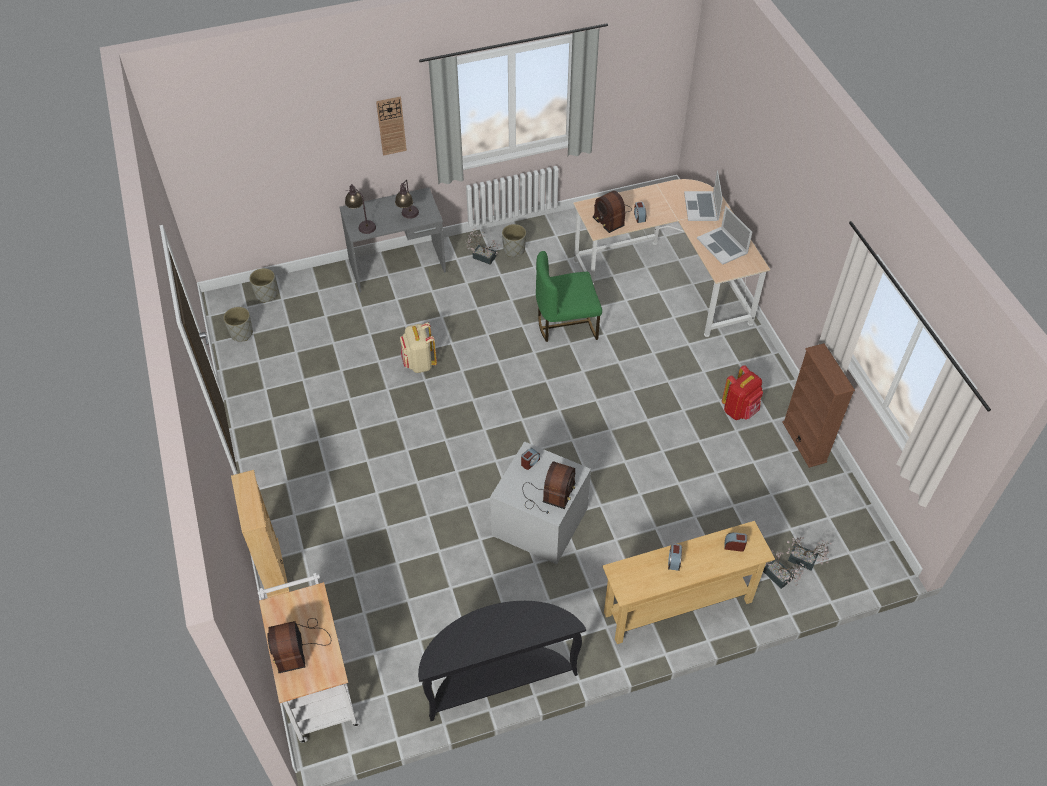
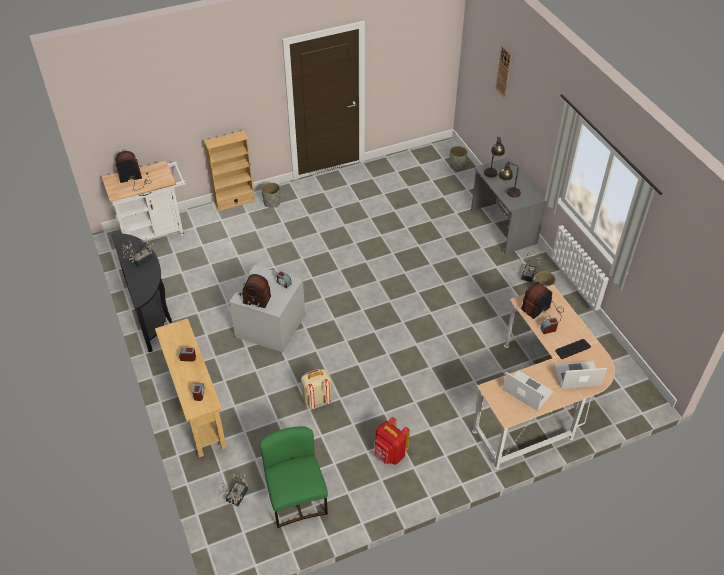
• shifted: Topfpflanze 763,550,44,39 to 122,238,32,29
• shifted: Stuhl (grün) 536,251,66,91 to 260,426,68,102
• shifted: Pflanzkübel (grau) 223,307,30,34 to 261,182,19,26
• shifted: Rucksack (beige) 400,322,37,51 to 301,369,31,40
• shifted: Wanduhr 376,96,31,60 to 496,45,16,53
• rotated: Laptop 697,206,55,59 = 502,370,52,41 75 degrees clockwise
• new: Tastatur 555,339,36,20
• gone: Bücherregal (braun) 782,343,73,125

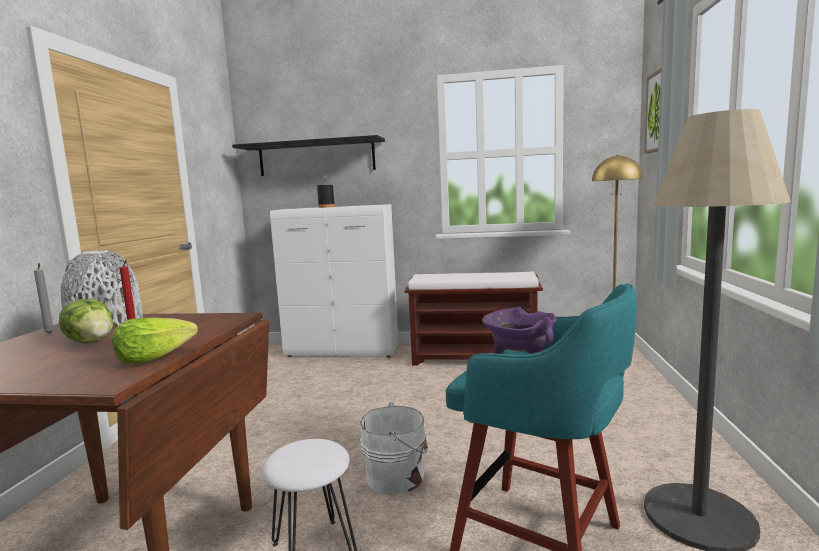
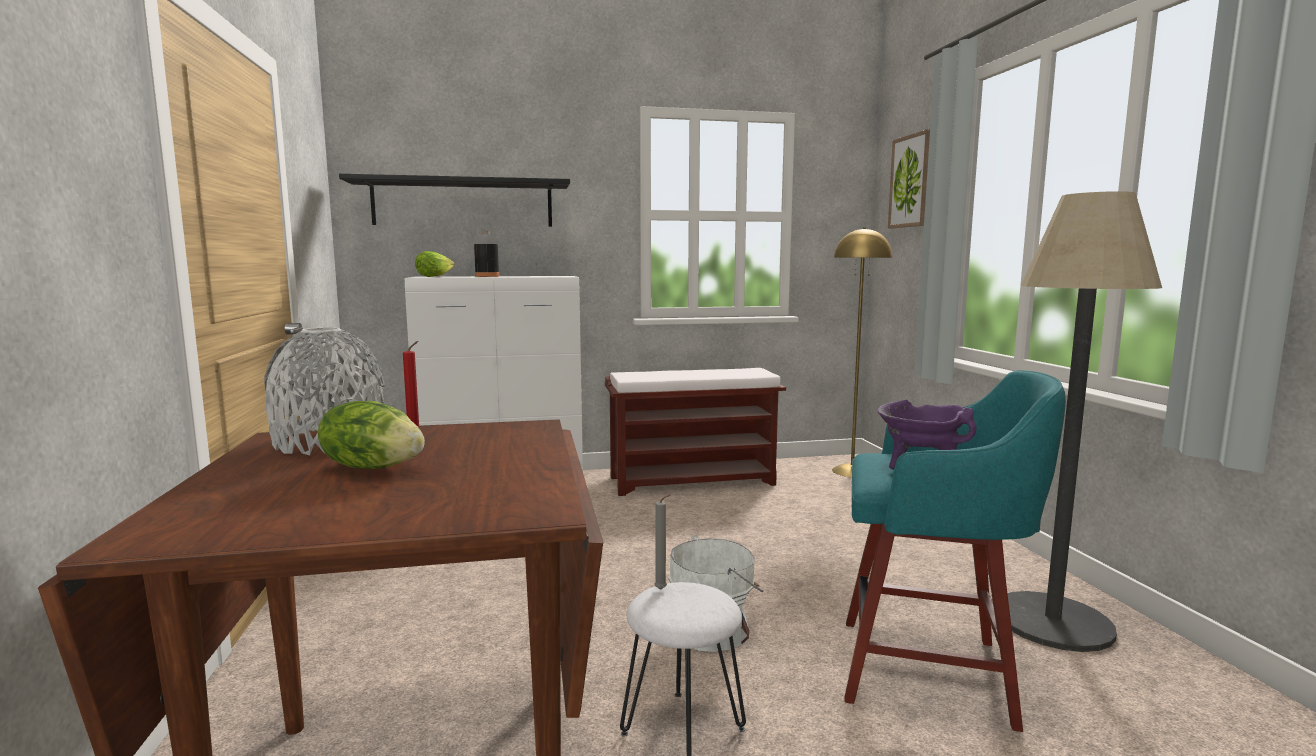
• shifted: Salatkopf 112,317,86,47 to 415,251,40,26
• shifted: Kerze (grau) 34,263,21,71 to 654,495,17,95

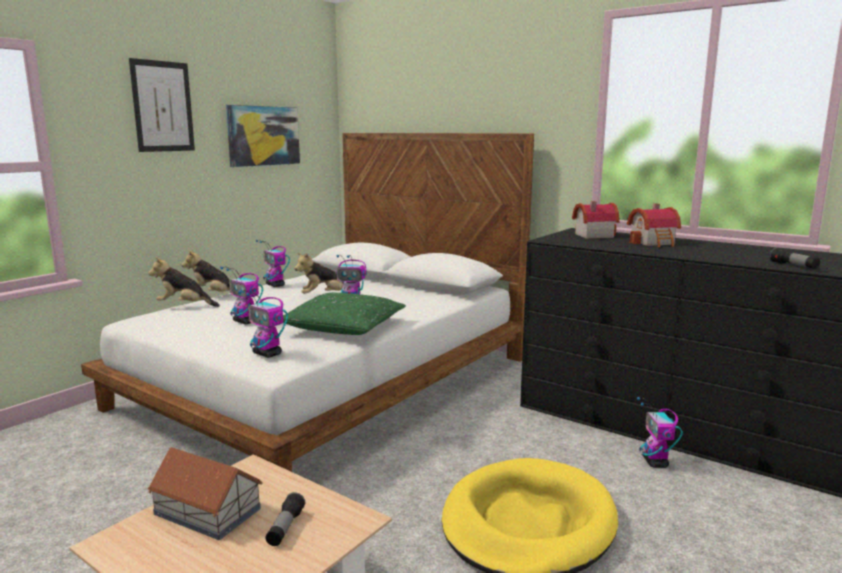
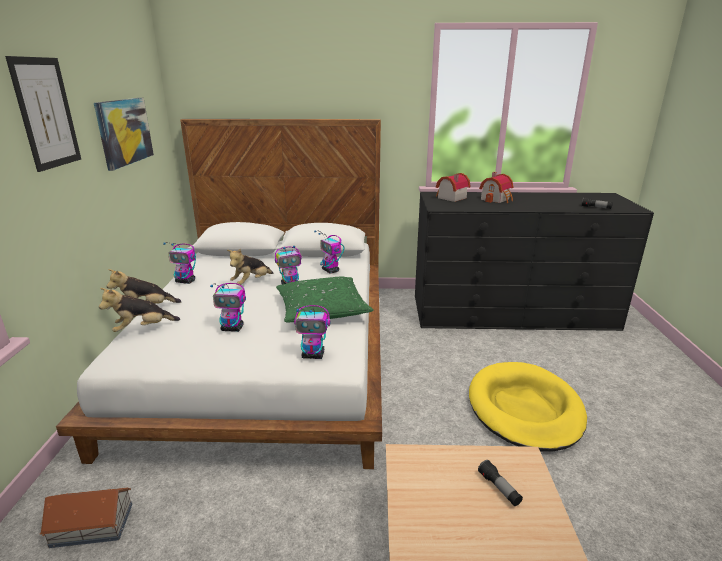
• shifted: Spielzeughaus 147,447,116,93 to 40,488,92,60
• shifted: Spielzeugroboter 637,397,46,71 to 314,231,30,43

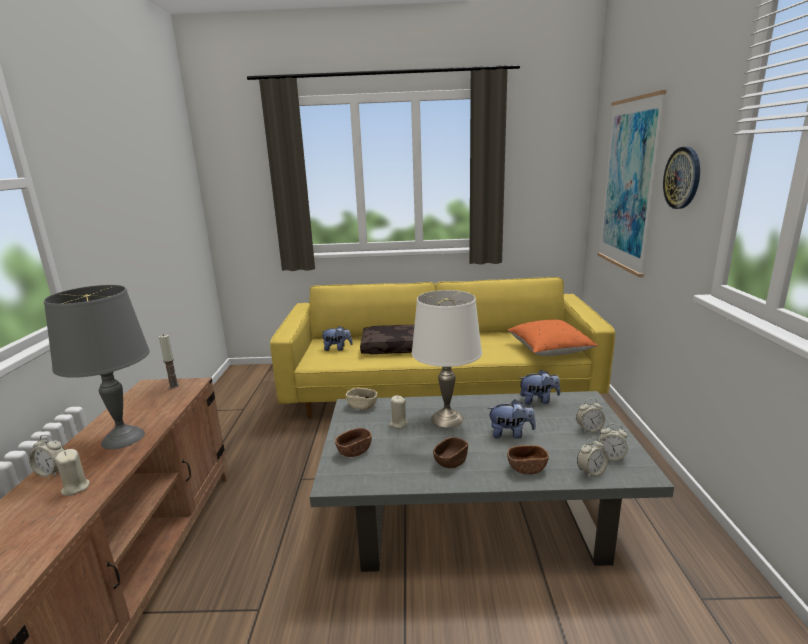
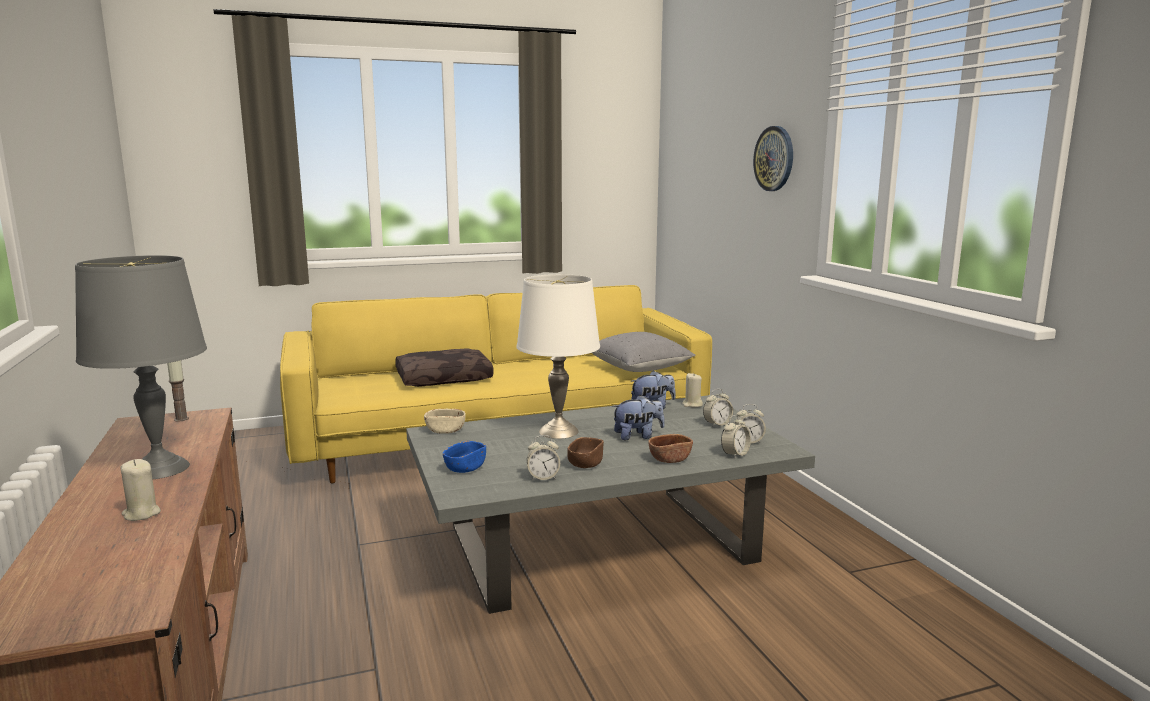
• repainted: Schüssel (braun) 335,428,37,29 to Schüssel (blau) 443,441,43,32
• shifted: Wecker 29,435,36,42 to 527,435,33,46
• repainted: Kissen (orange) 507,320,91,36 to Kissen (grau) 592,332,104,40
• shifted: Kerze (beige) 389,395,19,33 to 682,373,21,34
• gone: Plüschtier 320,326,33,25
• gone: Bild 598,90,68,187

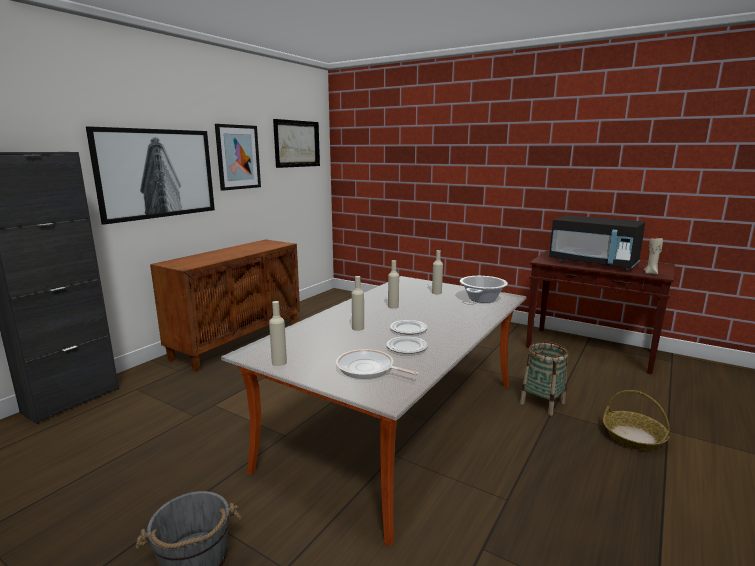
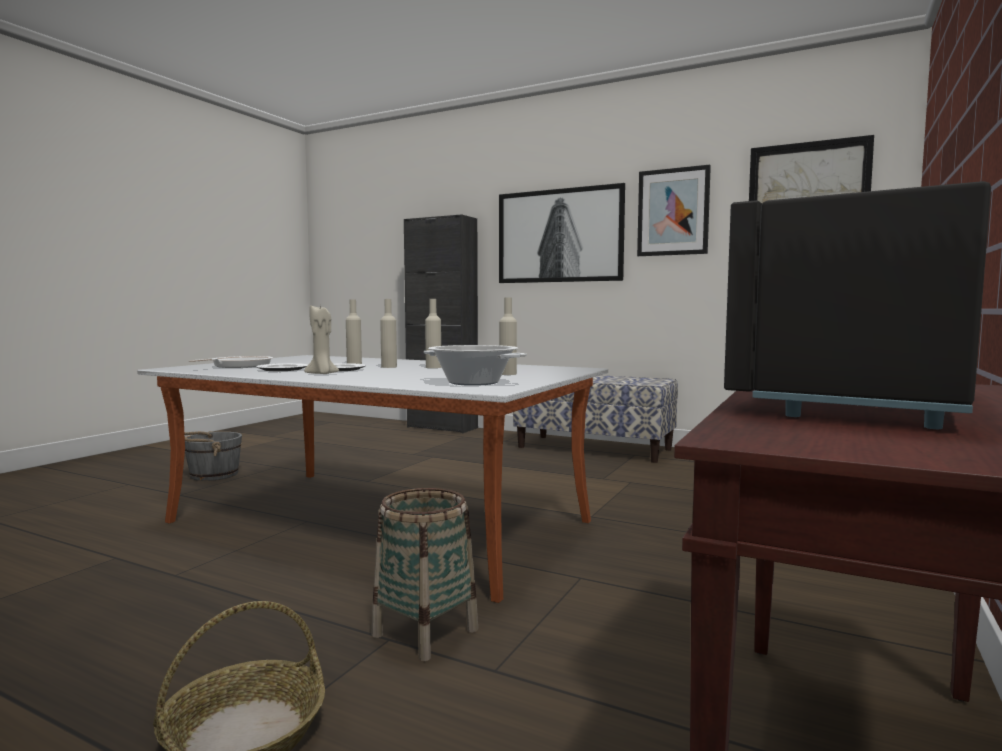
• shifted: Kerze (beige) 644,238,19,36 to 304,305,35,69
• shifted: Flasche (beige) 269,301,18,65 to 380,299,17,69
• swapped: Schrank (braun) 150,240,150,131 to Bank 513,375,165,88

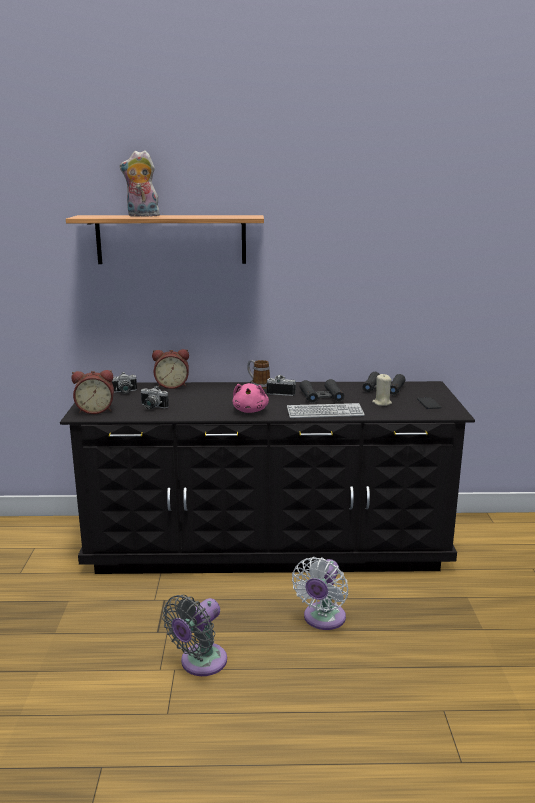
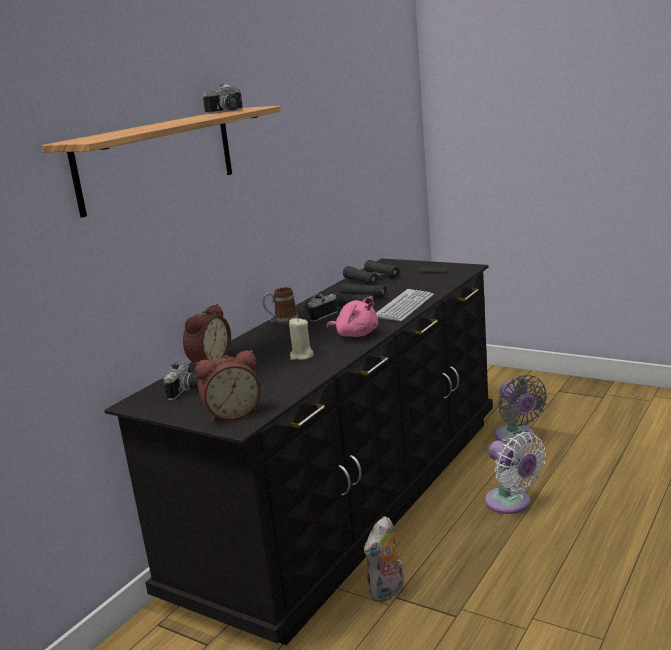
• rotated: Wecker 71,370,43,44 = 195,350,66,72 45 degrees clockwise
• shifted: Kamera 140,386,29,23 to 203,83,40,31
• shifted: Kerze (beige) 372,374,20,32 to 289,318,25,42
• shifted: Plüschtier 120,150,42,67 to 364,516,40,86
• shifted: Ventilator (grau) 162,595,65,81 to 495,375,52,70

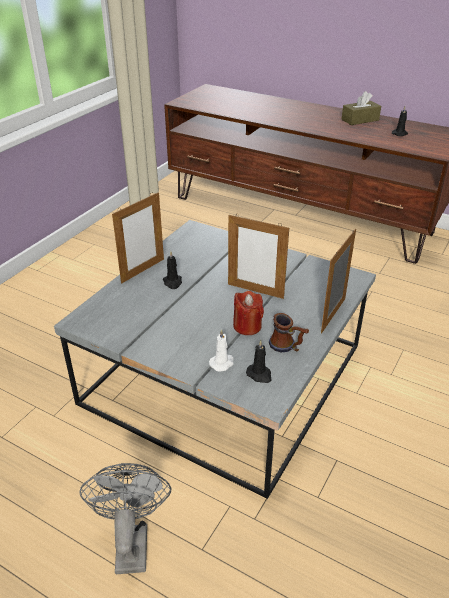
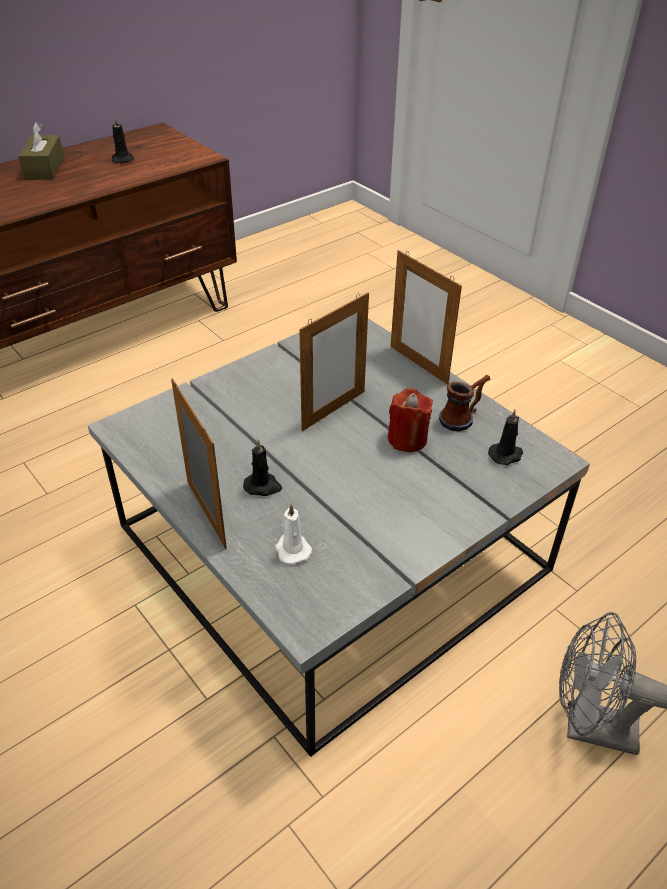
• shifted: Kerze (weiß) 209,329,25,43 to 275,503,37,61

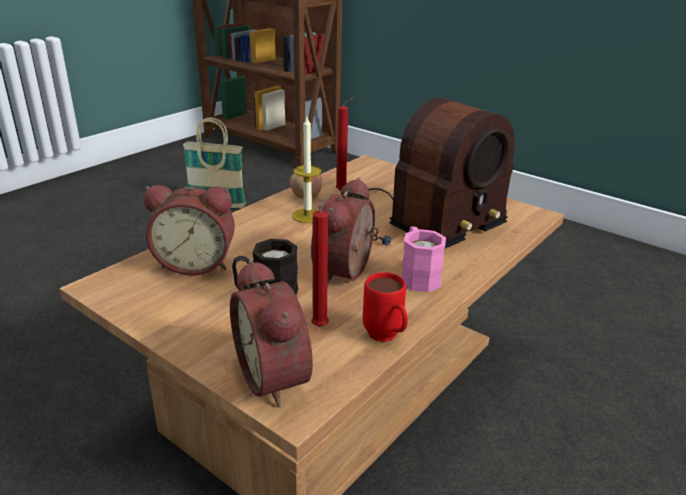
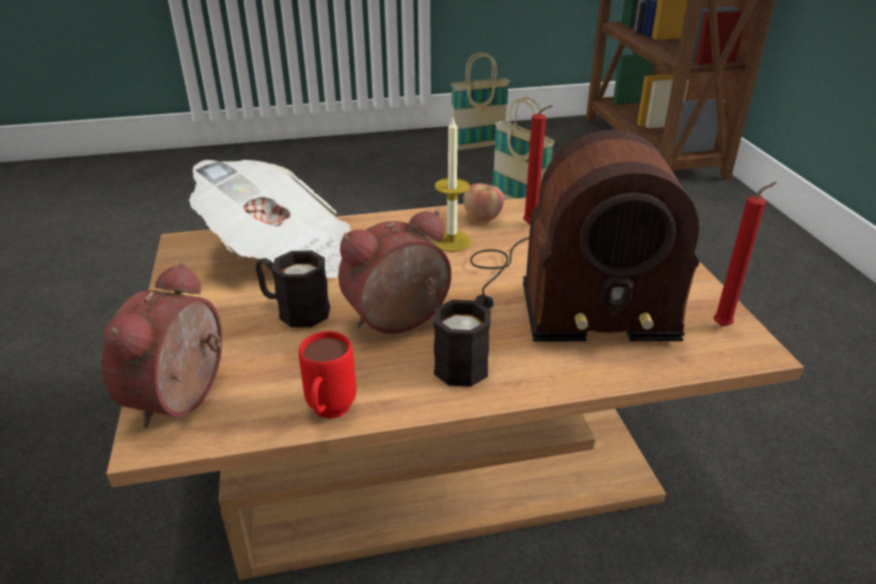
• swapped: Wecker 144,185,91,90 to Zeitung 189,160,162,118
• repainted: Henkelbecher (rosa) 402,226,44,66 to Henkelbecher (schwarz) 433,295,58,92
• new: Korb 451,52,59,98
• shifted: Kerze (rot) 311,194,19,133 to 713,182,64,144

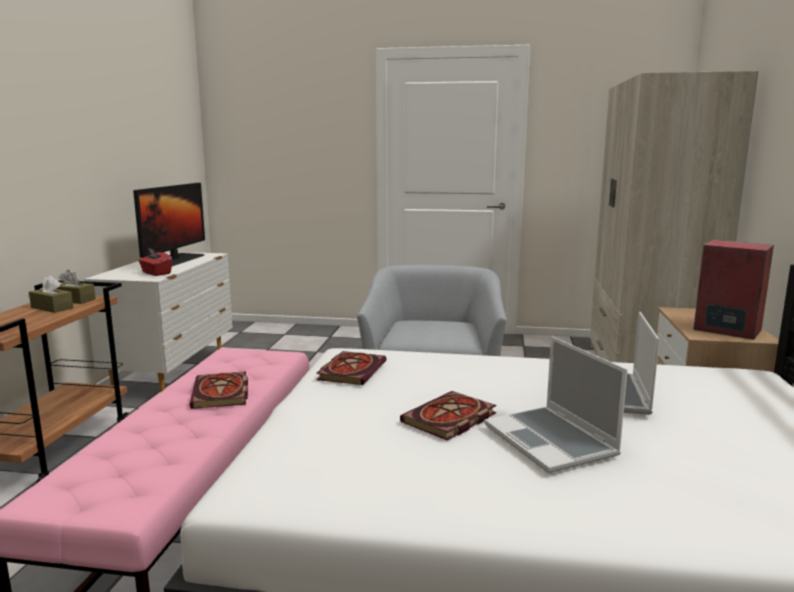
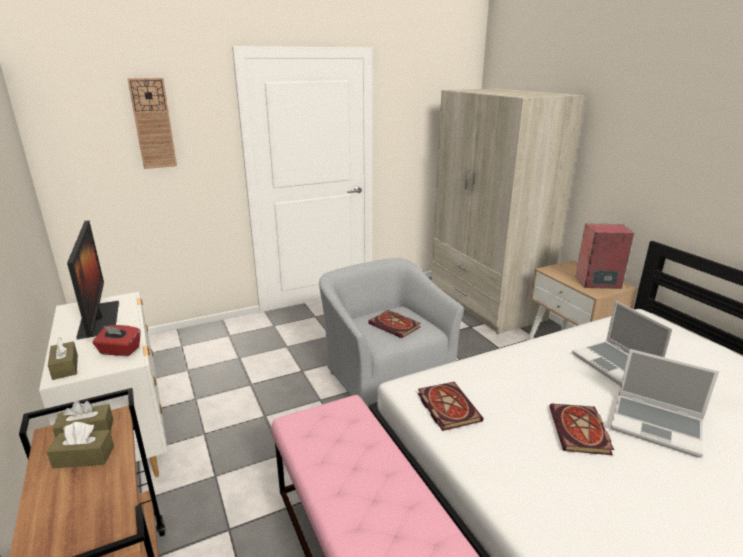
• new: Taschentuchbox (braun) 48,337,30,43
• new: Wanduhr 127,78,50,91
• shifted: Buch 190,371,58,38 to 368,310,53,28

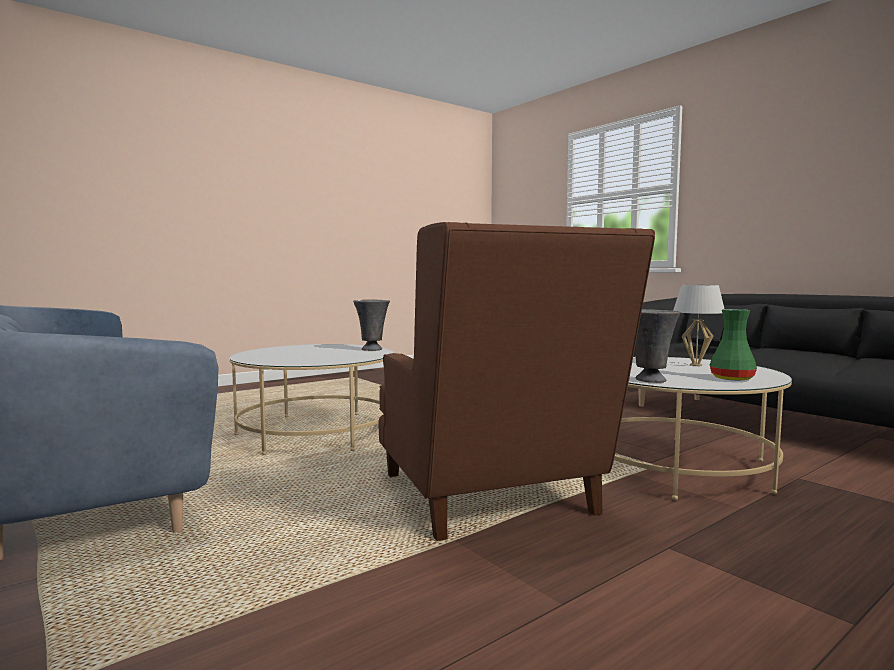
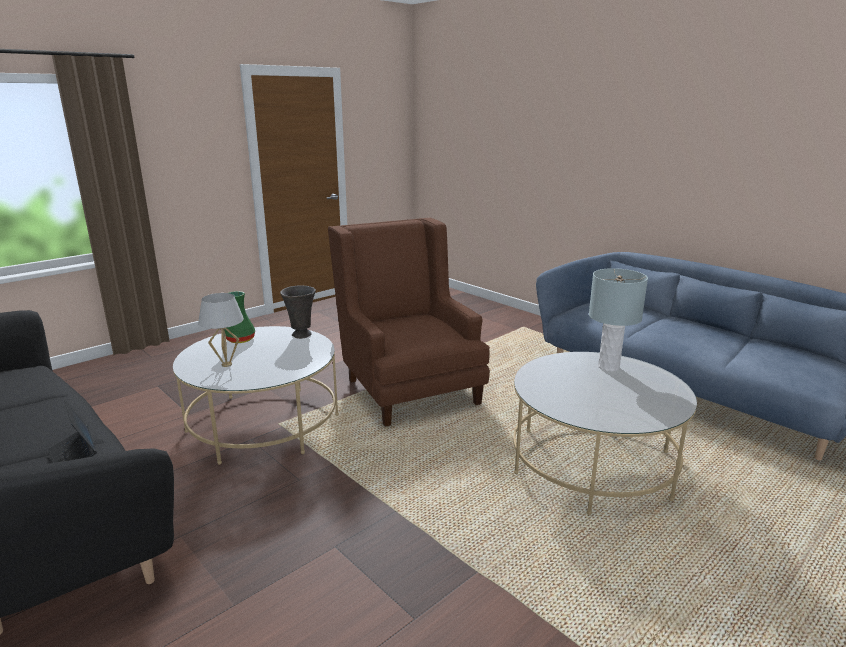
• new: Tischlampe (grau) 589,268,59,104
• gone: Vase (grau) 353,299,37,52

